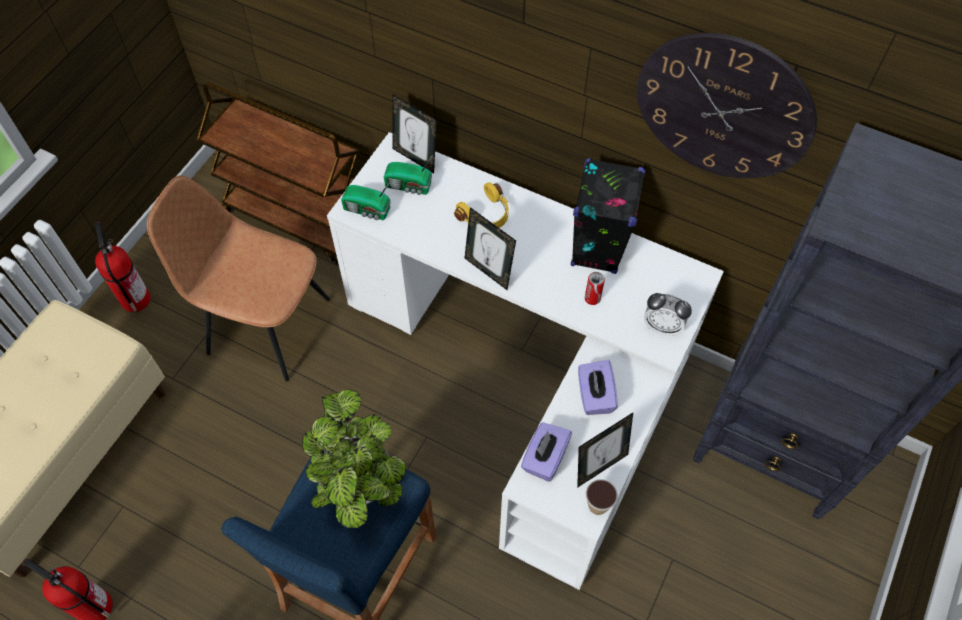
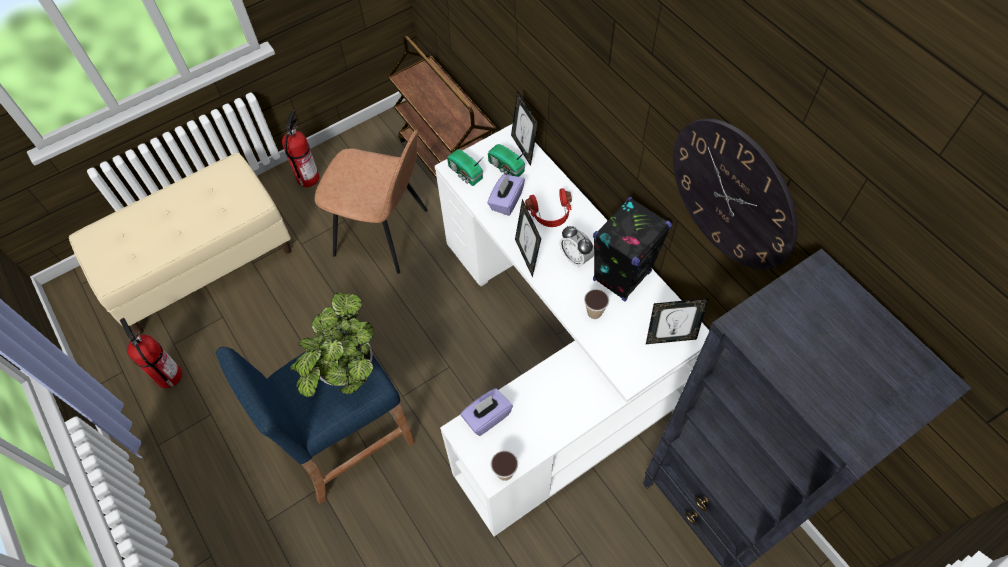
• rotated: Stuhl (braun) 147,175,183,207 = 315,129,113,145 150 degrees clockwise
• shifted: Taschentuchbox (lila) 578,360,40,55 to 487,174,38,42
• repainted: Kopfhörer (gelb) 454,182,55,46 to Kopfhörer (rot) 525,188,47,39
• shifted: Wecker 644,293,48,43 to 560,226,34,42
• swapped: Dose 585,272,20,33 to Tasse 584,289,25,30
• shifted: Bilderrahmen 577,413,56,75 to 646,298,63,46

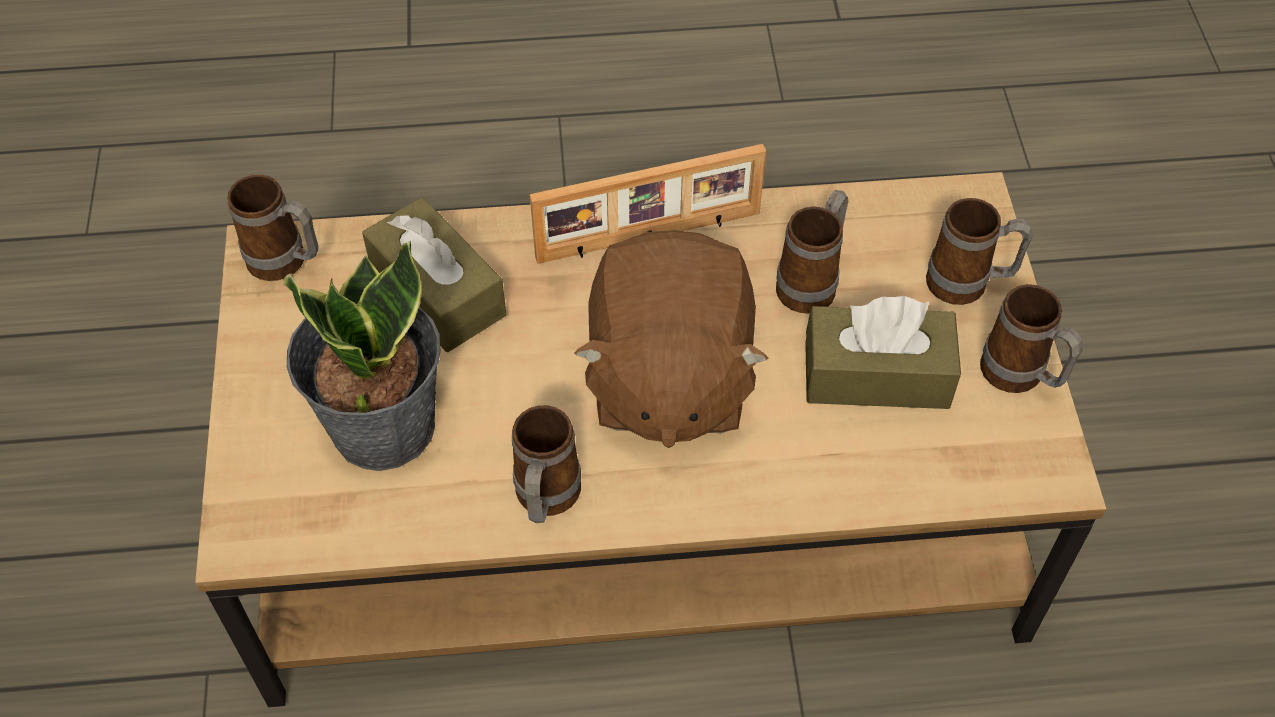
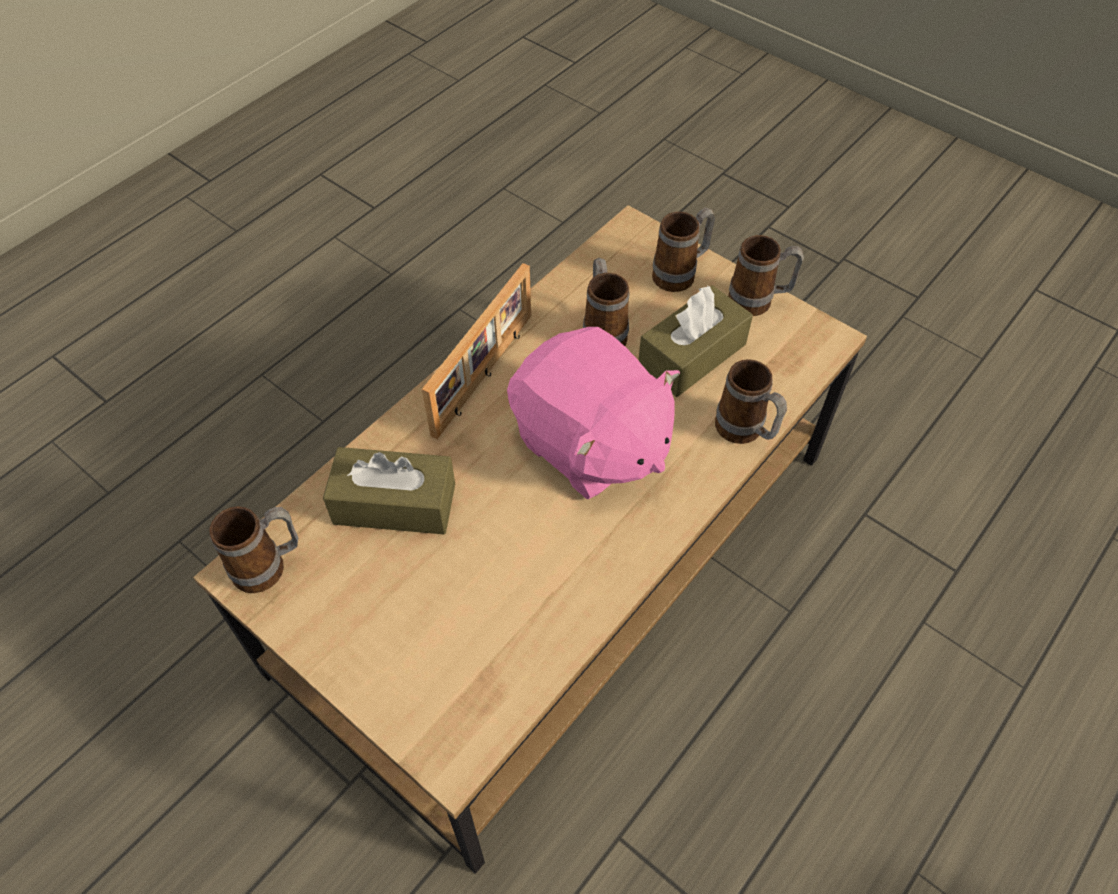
• repainted: Plüschtier (braun) 574,230,195,218 to Plüschtier (rosa) 507,327,173,172
• shifted: Henkelbecher 512,405,69,118 to 715,359,72,85
• gone: Topfpflanze 283,241,158,230

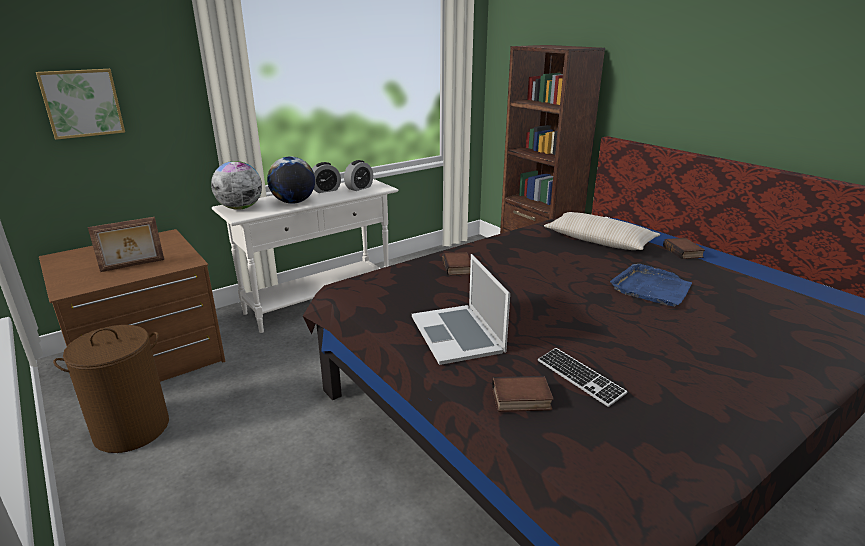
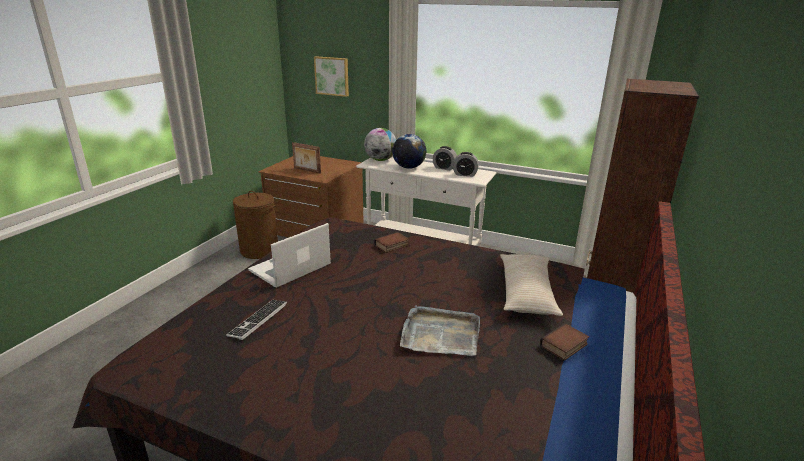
• repainted: Tablett (blau) 610,264,82,43 to Tablett (grau) 400,305,80,51
• gone: Buch 492,376,62,36

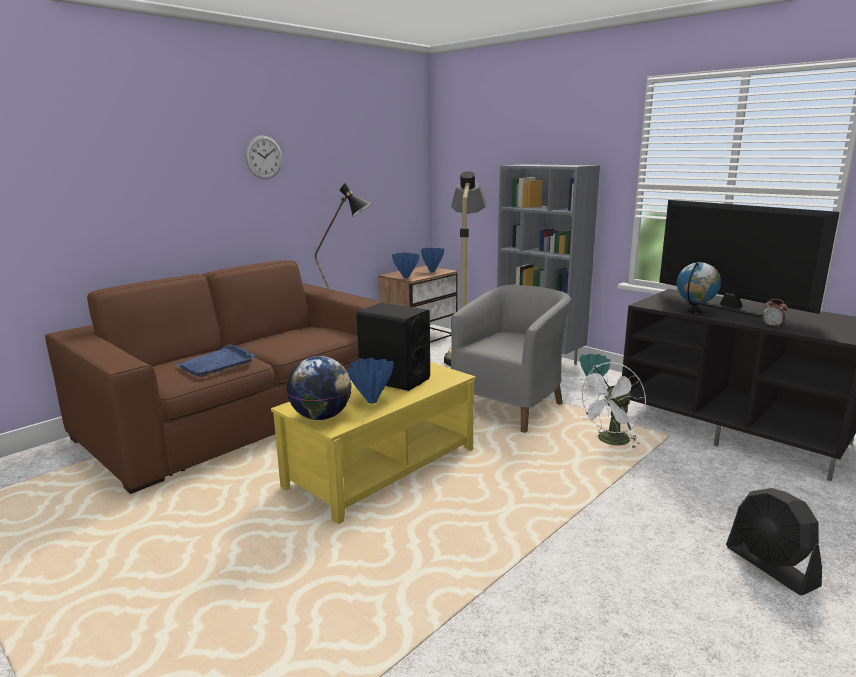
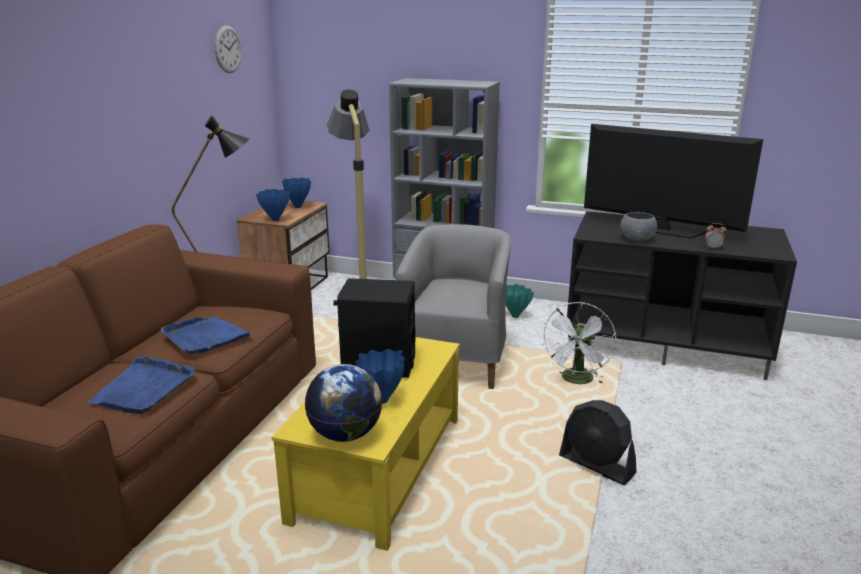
• new: Tablett (blau) 161,316,91,39
• shifted: Wanduhr 245,135,37,44 to 215,25,27,48
• shifted: Ventilator (schwarz) 726,488,96,107 to 559,400,78,85
• swapped: Globus 677,262,44,51 to Schüssel (grau) 620,212,37,29

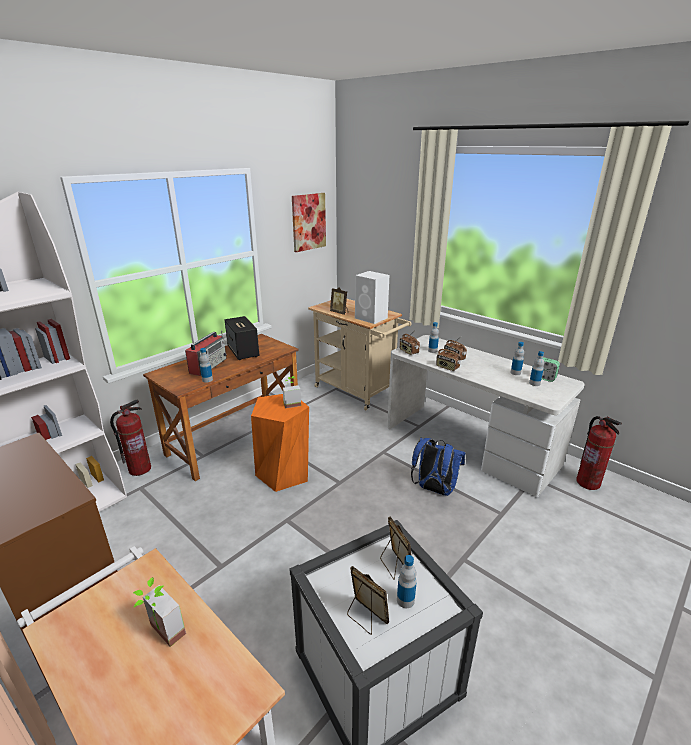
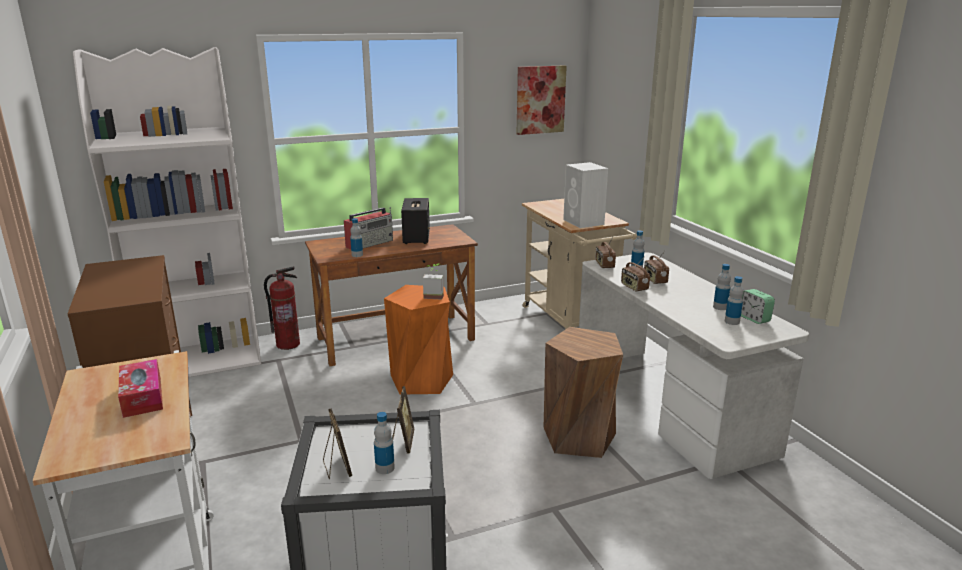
• swapped: Topfpflanze 133,577,53,70 to Taschentuchbox 118,359,45,59
• swapped: Rucksack (blau) 411,438,55,58 to Hocker (braun) 544,327,79,131
• gone: Bilderrahmen 330,287,18,28
• gone: Feuerlöscher 576,416,46,74

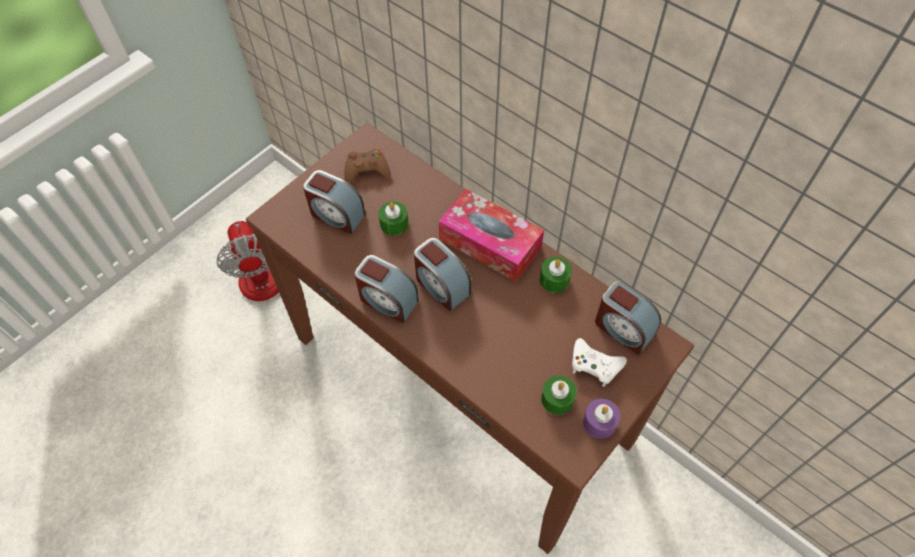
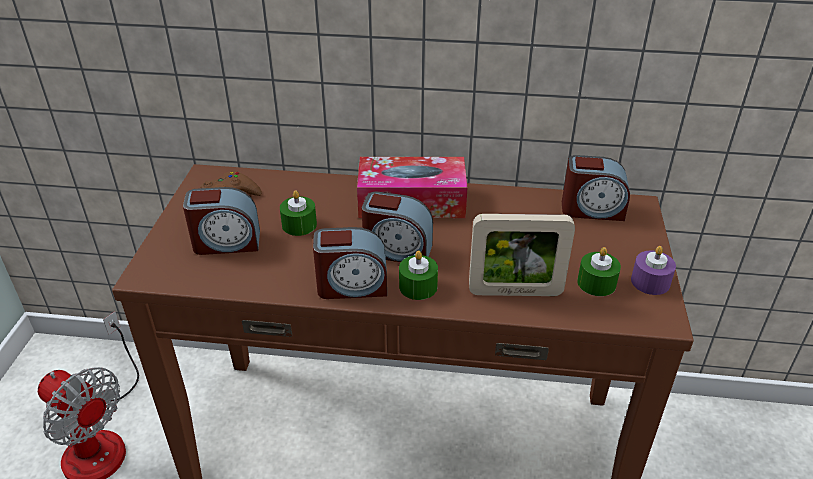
• shifted: Kerze (grün) 540,257,32,36 to 399,251,39,49
• new: Bilderrahmen 469,214,106,82
• gone: Gamepad (weiß) 572,338,55,49

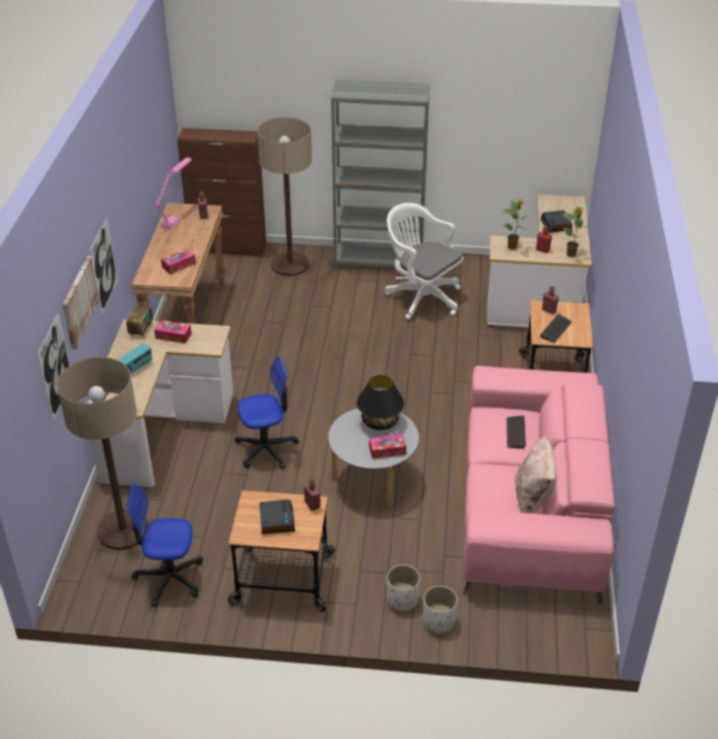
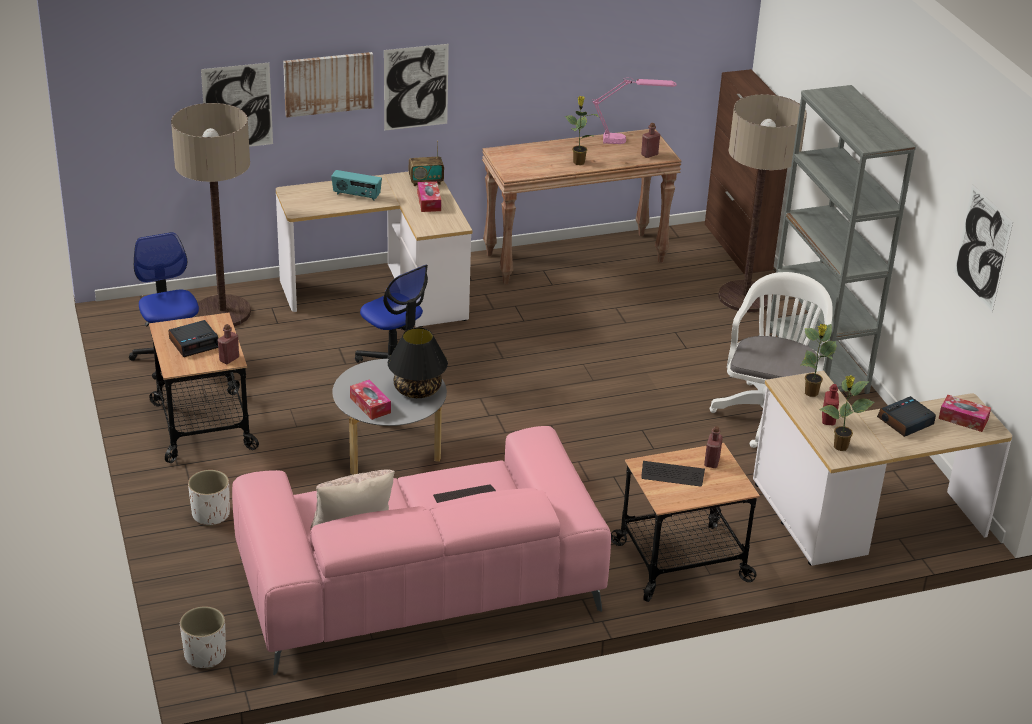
• shifted: Pflanzkübel (weiß) 423,585,35,49 to 180,606,46,63
• new: Topfpflanze 565,96,34,69
• shifted: Taschentuchbox 161,248,35,26 to 939,395,52,37
• new: Bild 953,184,60,129

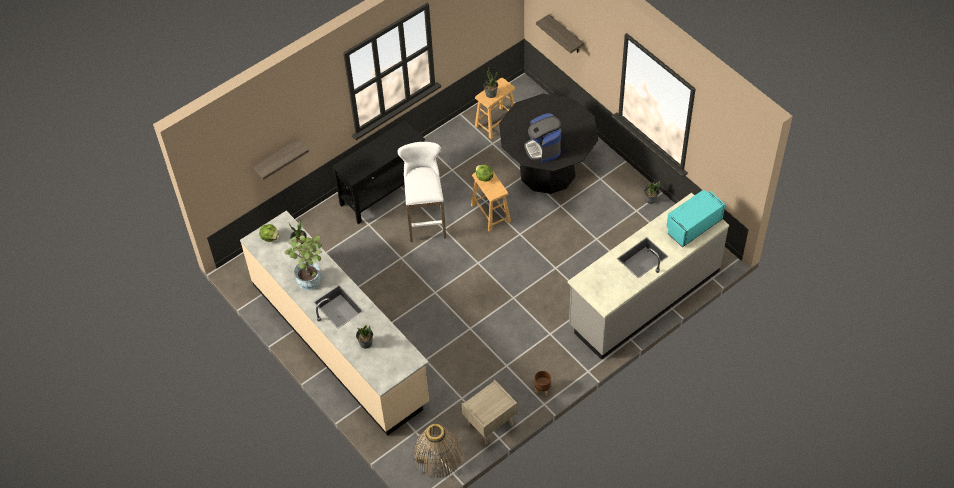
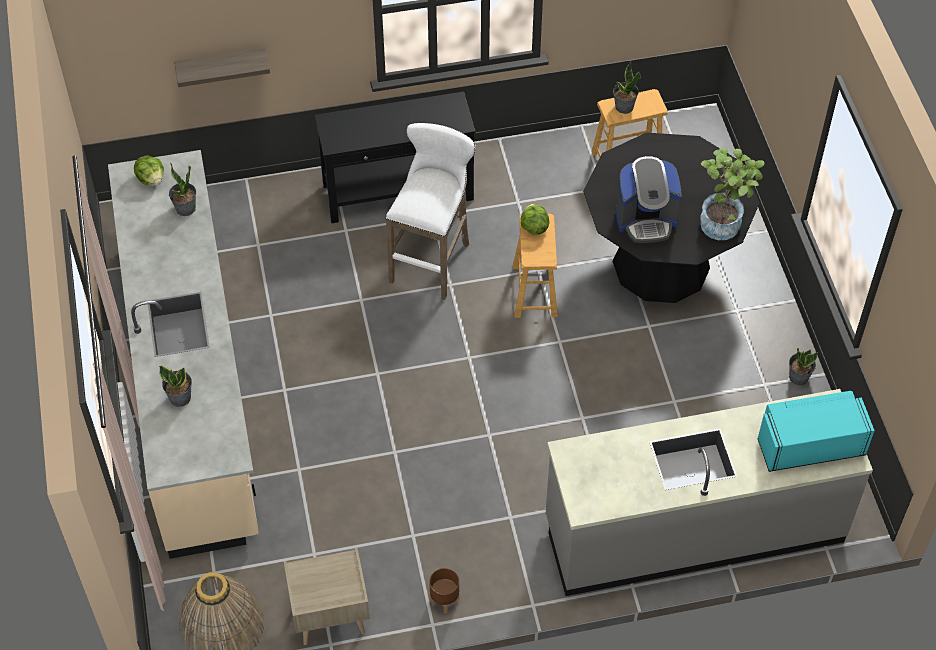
• rotated: Kaffeemaschine 524,113,37,50 = 616,156,66,87 105 degrees counterclockwise
• shifted: Topfpflanze 284,235,38,55 to 700,148,64,92
• gone: Wandregal 536,14,48,40

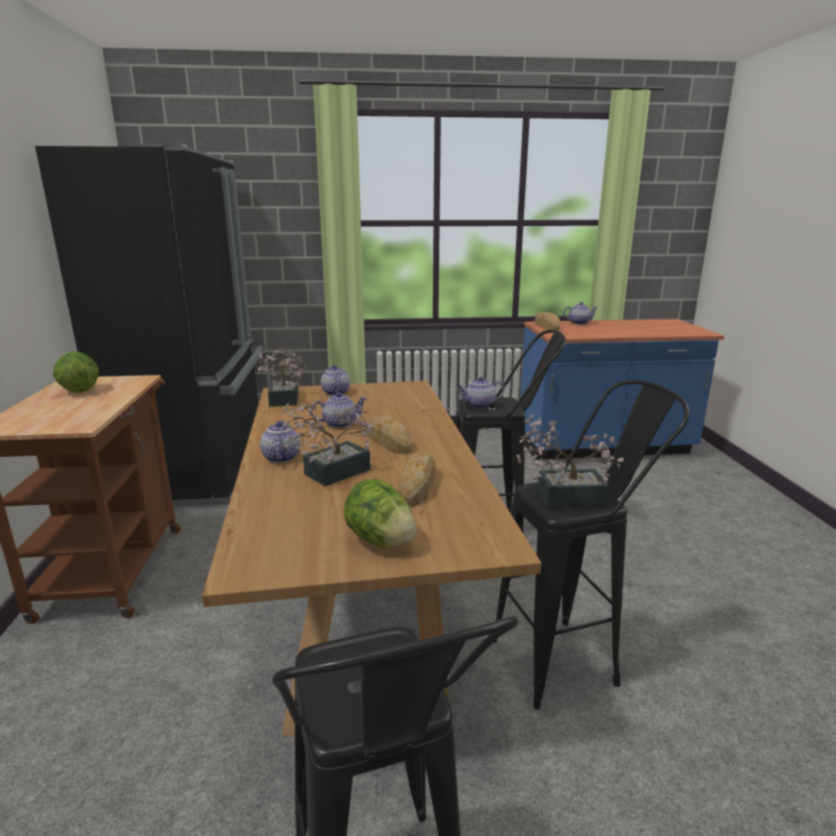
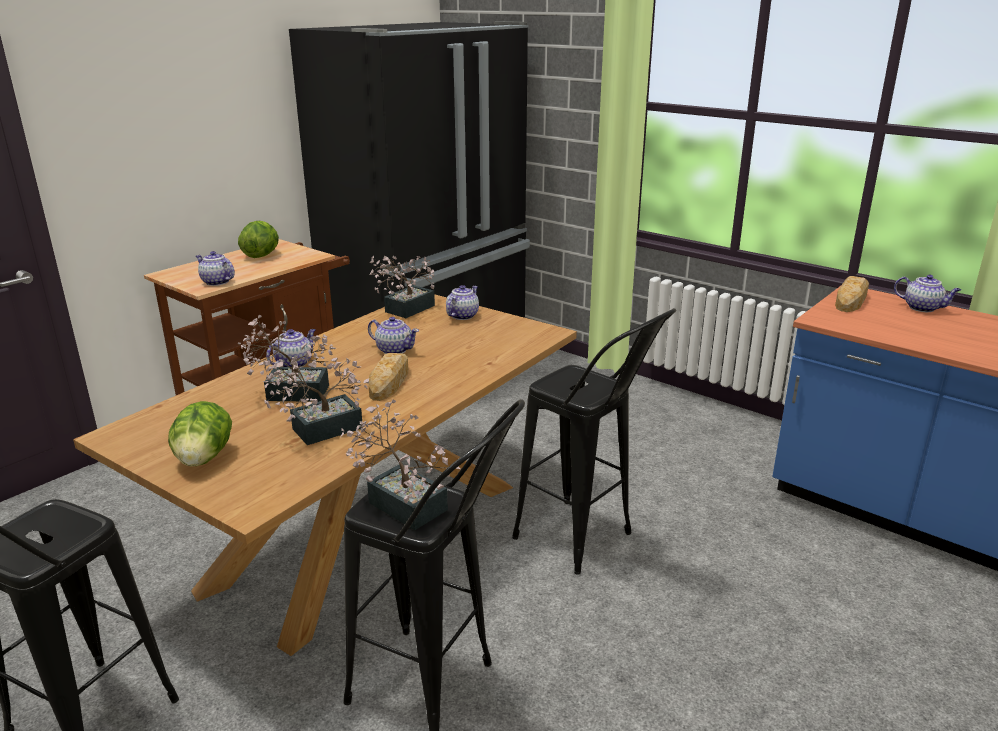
• shifted: Teekanne 457,377,48,32 to 196,251,39,35
• swapped: Brot 398,453,37,54 to Topfpflanze 263,355,106,90

